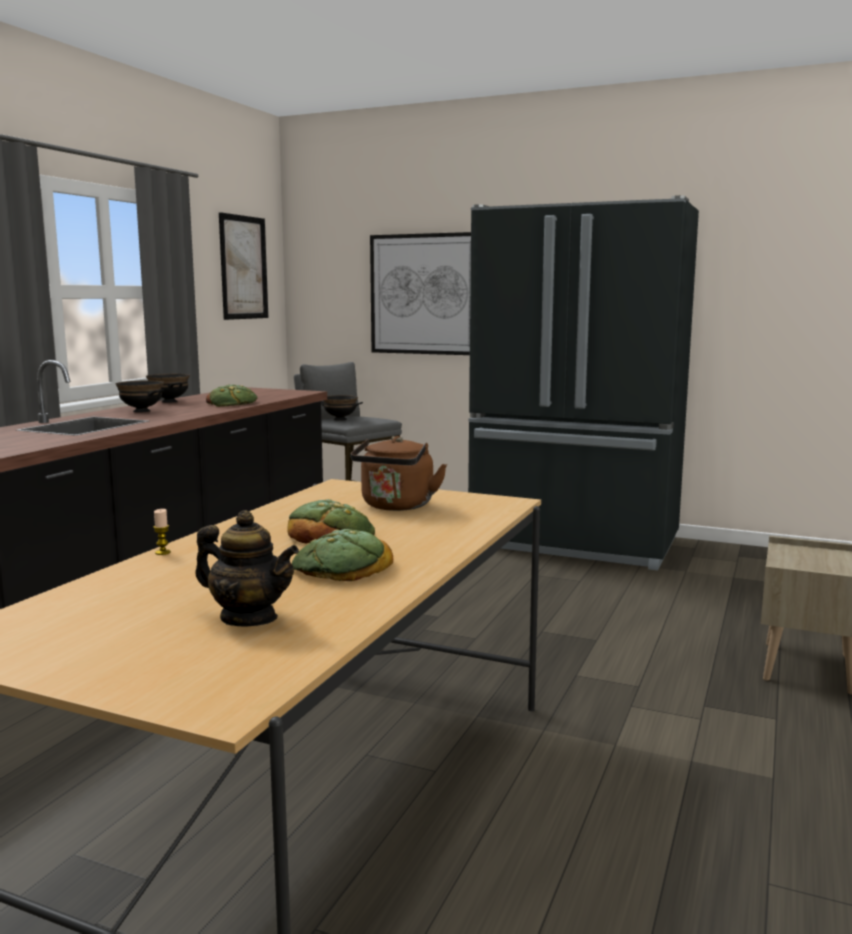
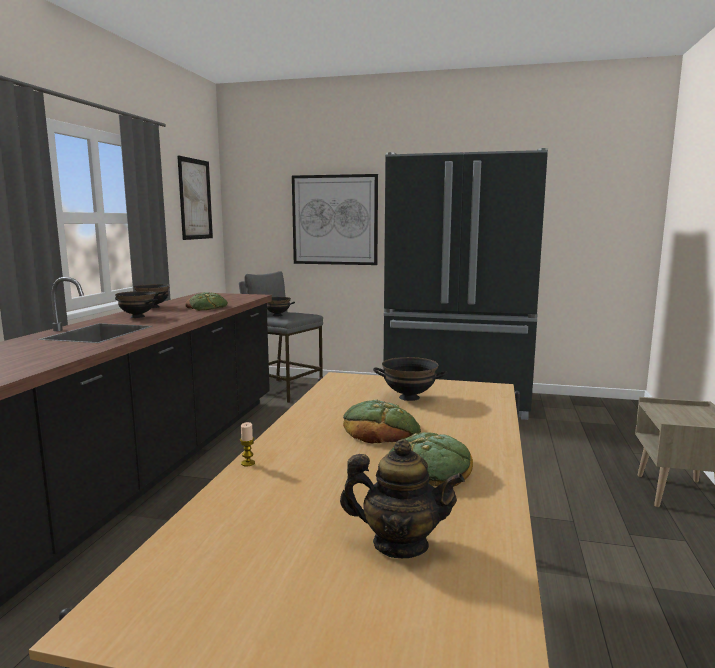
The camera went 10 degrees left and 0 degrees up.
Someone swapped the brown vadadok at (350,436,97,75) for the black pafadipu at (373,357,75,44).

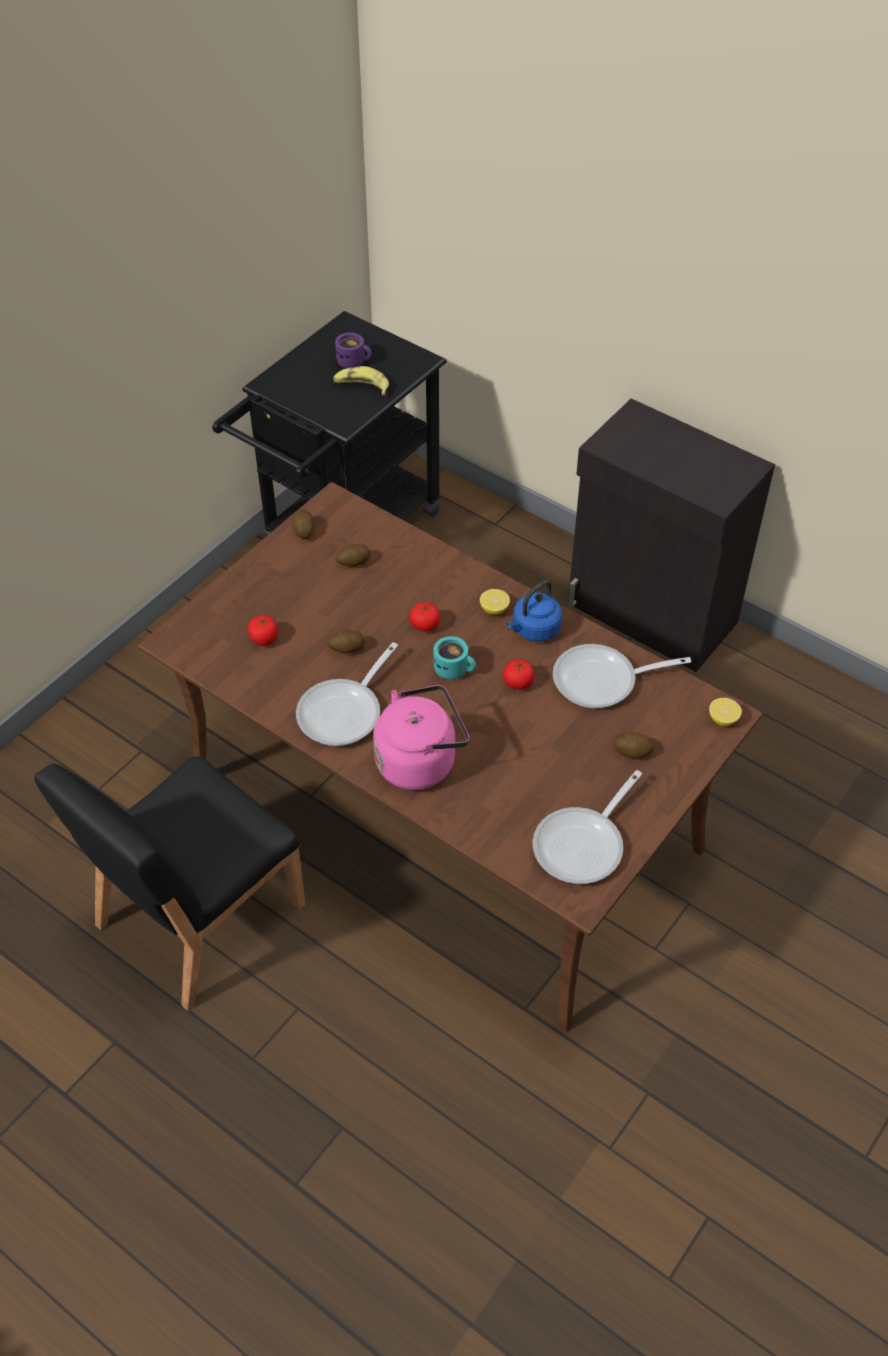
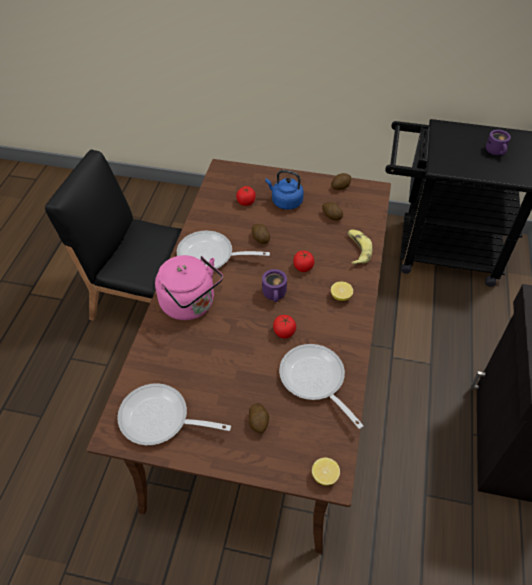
The camera went 65 degrees right and 0 degrees up.
Someone carried the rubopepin from (333,366,56,29) to (347,230,26,35).
Someone carried the blue vadadok from (507,580,55,61) to (265,170,39,40).
Someone repainted the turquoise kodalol at (433,636,43,44), which became the purple kodalol at (262,269,25,33).

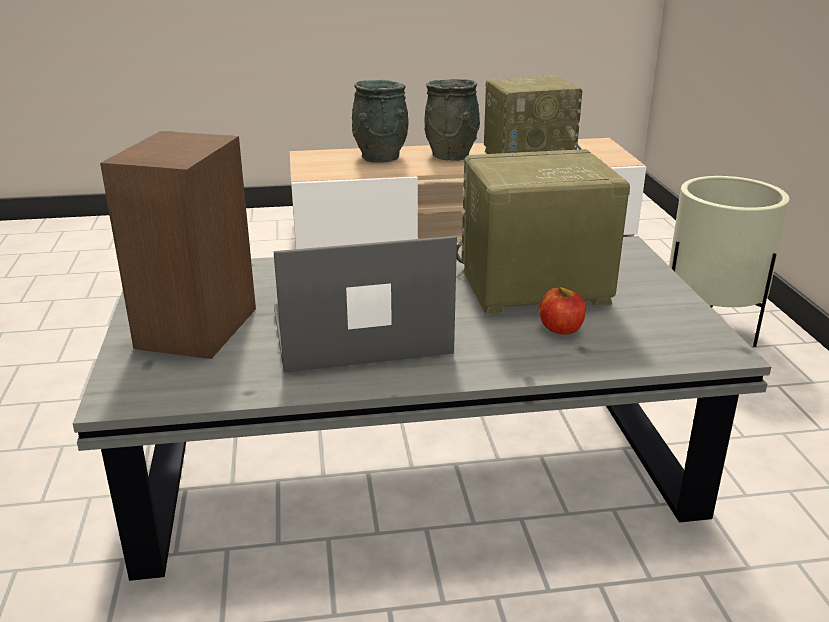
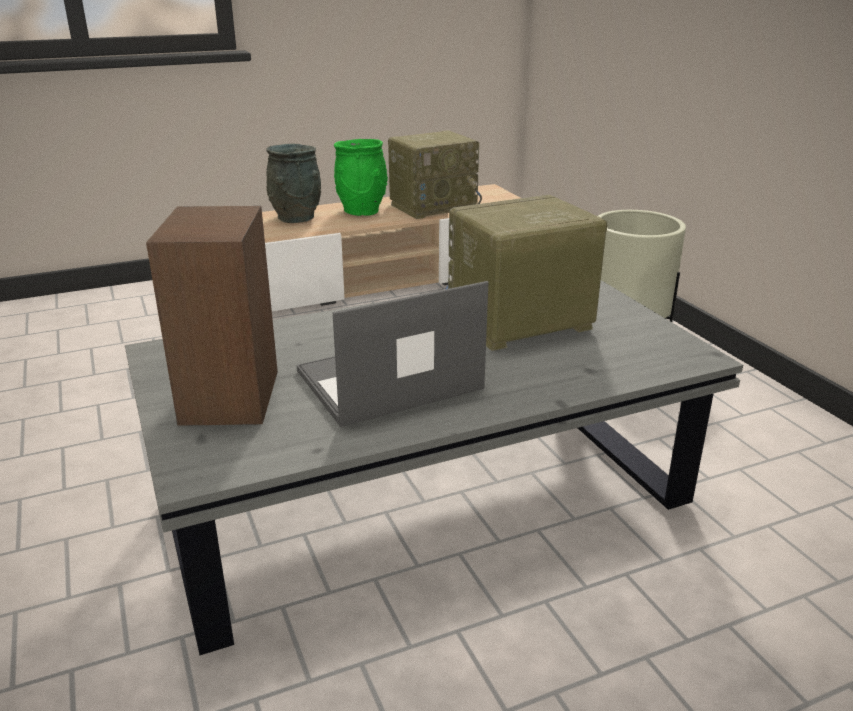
The camera went 15 degrees left and 0 degrees up.
Someone took away the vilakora at (539,287,47,48).
Someone repainted the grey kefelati at (424,79,56,82), which became the green kefelati at (334,139,54,77).

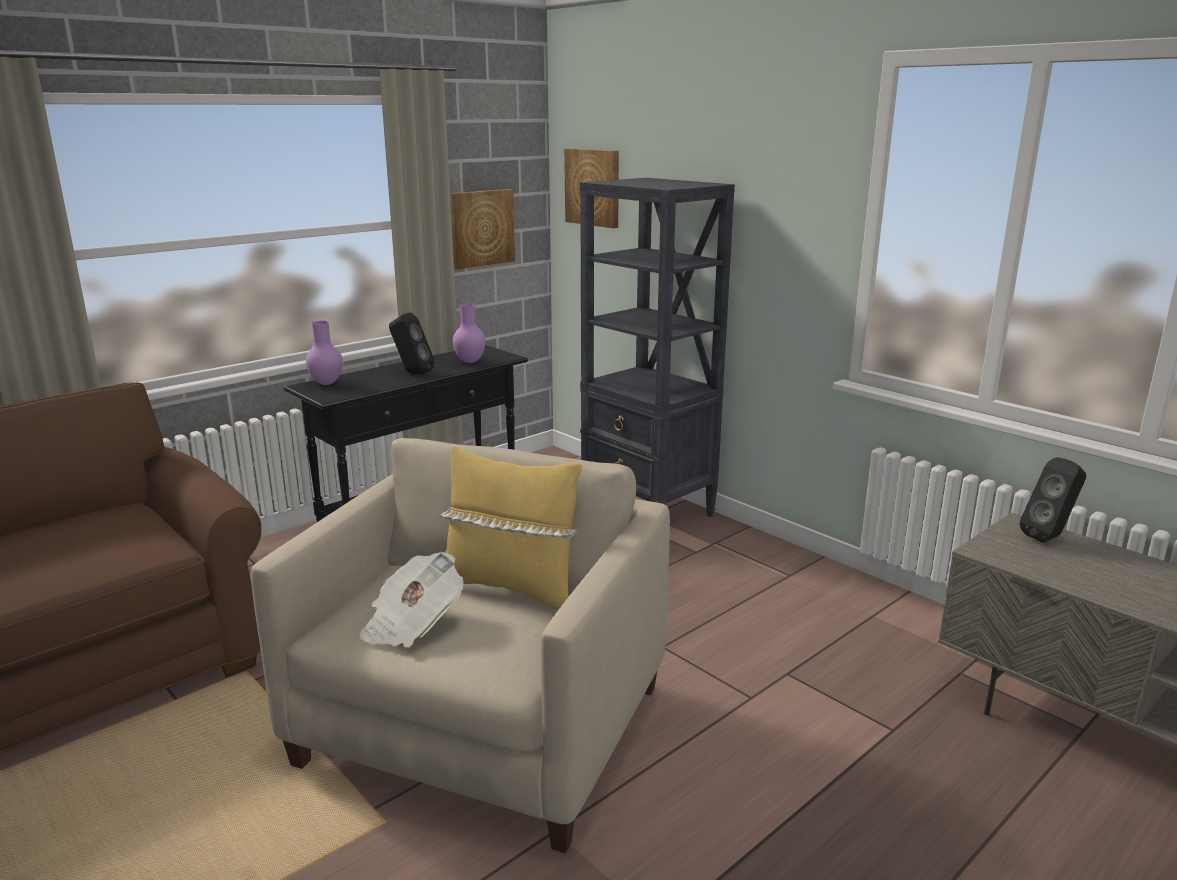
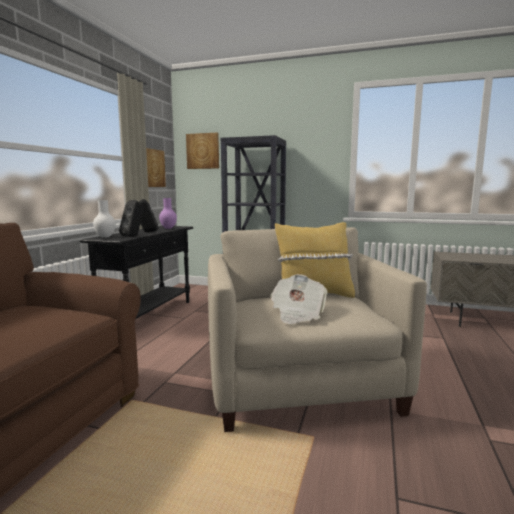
The camera went 30 degrees left and 10 degrees down.
Someone carried the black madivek from (1020,457,66,86) to (119,200,25,37).
Someone repainted the purple kefelati at (306,321,37,64), which became the white kefelati at (93,200,23,38).

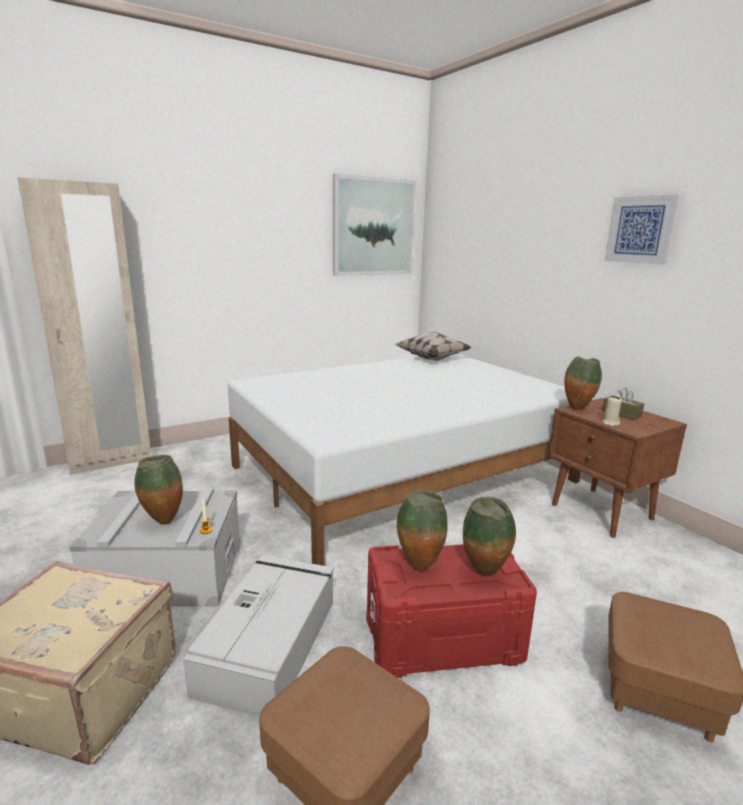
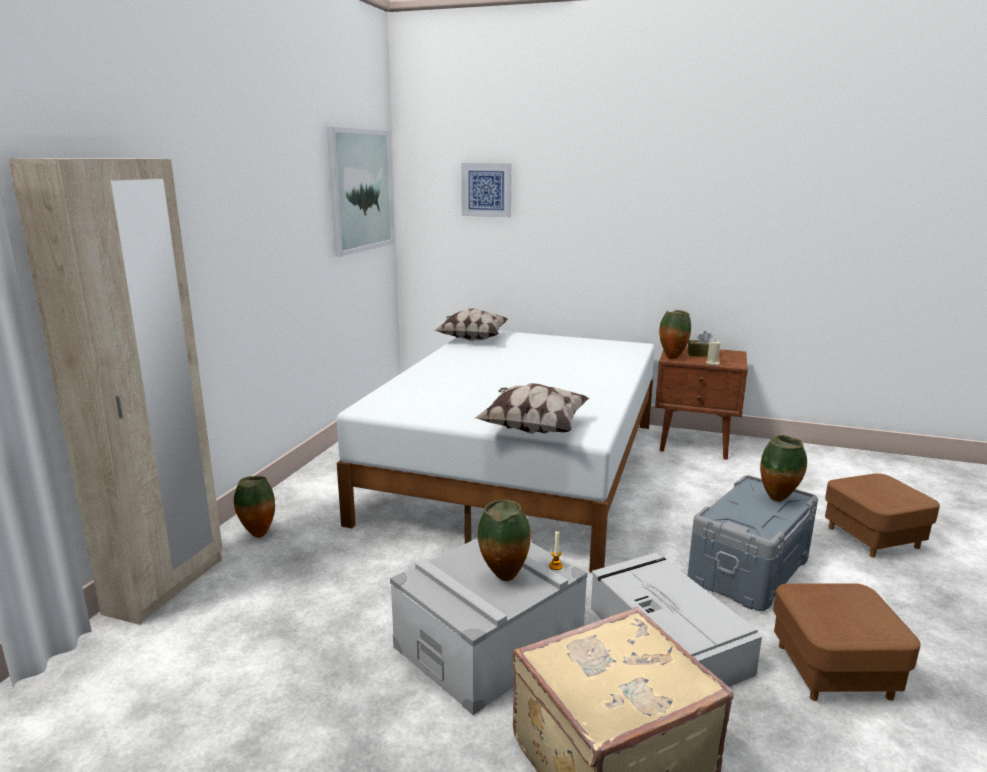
The camera went 40 degrees left and 0 degrees up.
Someone put down the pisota at (475,383,114,51).
Someone carried the kefelati from (397,490,51,81) to (234,476,41,62).
Someone carried the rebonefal from (604,194,75,71) to (461,163,51,54).
Someone repainted the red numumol at (366,544,171,134), which became the grey numumol at (687,475,131,136).

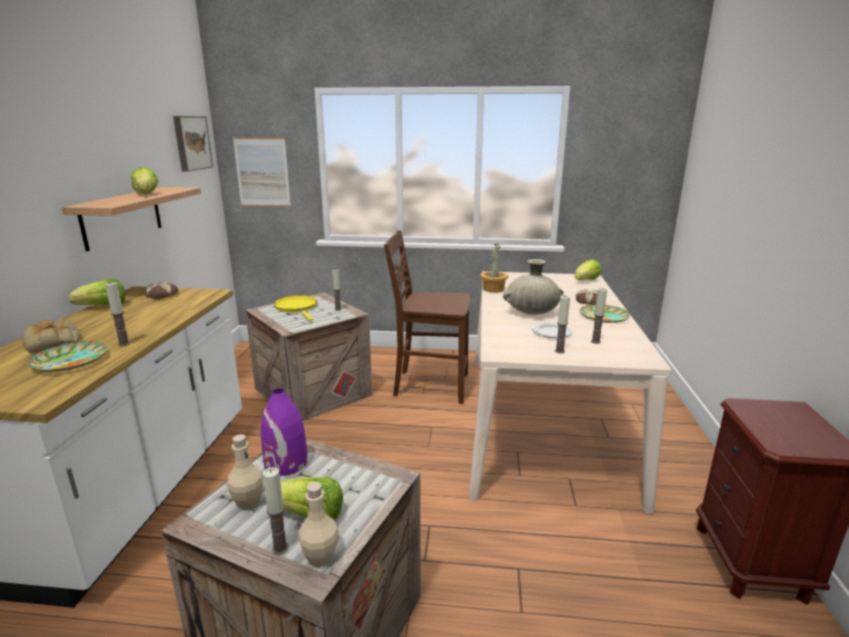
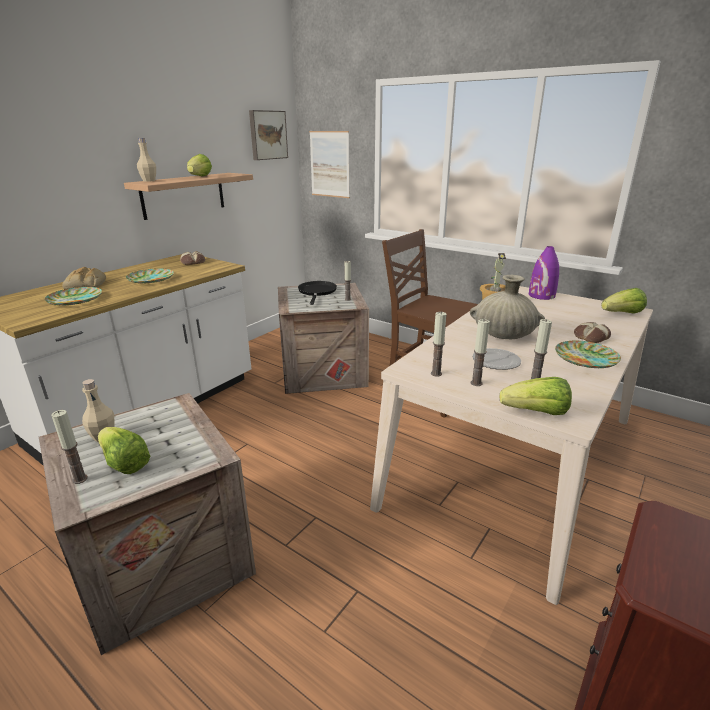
The camera went 30 degrees right and 5 degrees up.
Someone put down the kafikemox at (126,268,48,15).
Someone carried the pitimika from (69,278,56,27) to (500,377,72,38).
Someone carried the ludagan from (105,281,25,65) to (431,311,16,66).
Someone carried the purple kefelati from (261,388,47,88) to (529,246,30,54).
Someone carried the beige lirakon from (298,482,41,85) to (137,138,19,44).
Someone repainted the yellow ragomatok at (274,295,43,26), which became the black ragomatok at (298,281,39,24).

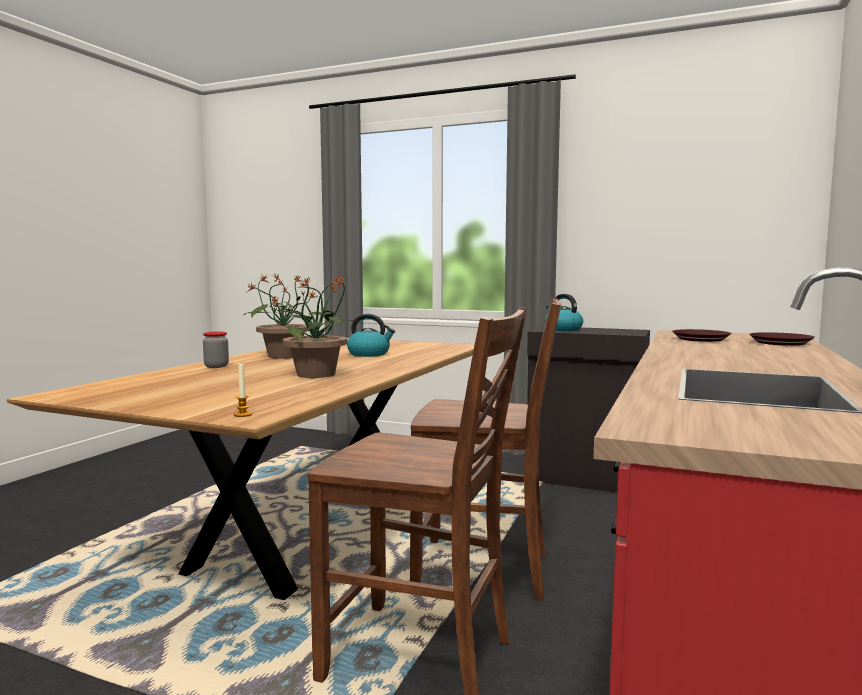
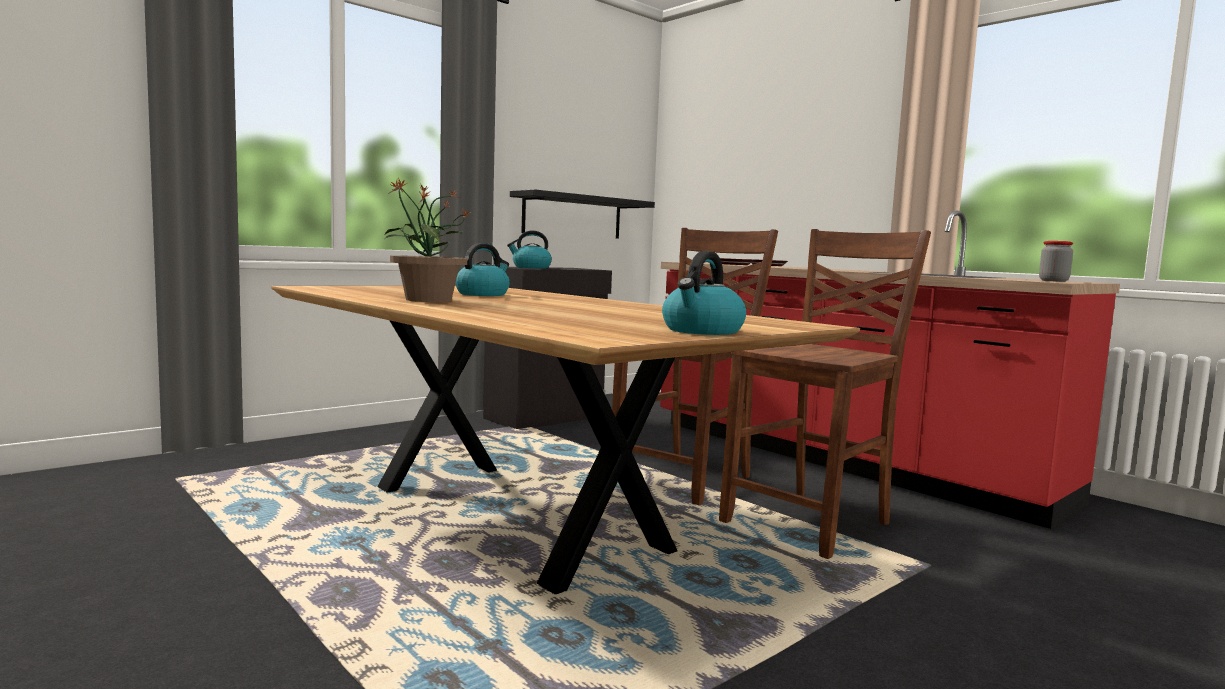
The camera went 65 degrees left and 0 degrees up.
Someone took away the ludagan at (234,364,18,53).
Someone took away the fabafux at (271,275,89,103).
Someone put up the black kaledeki at (510,189,145,50).
Someone put down the vadadok at (662,251,84,84).
Someone carried the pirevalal from (203,331,26,37) to (1039,241,34,41).

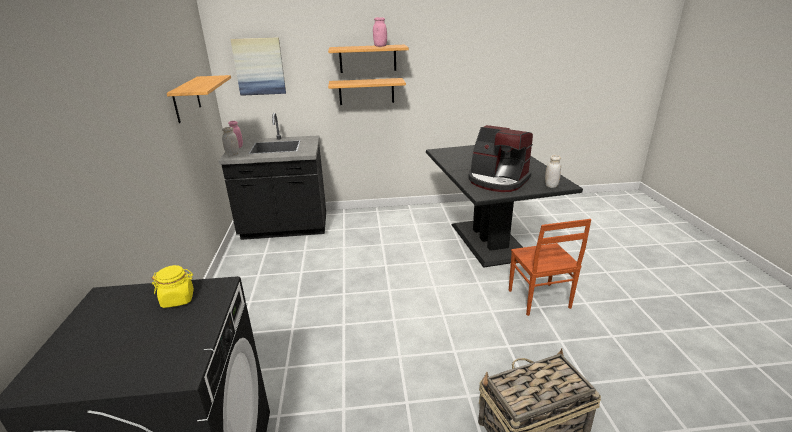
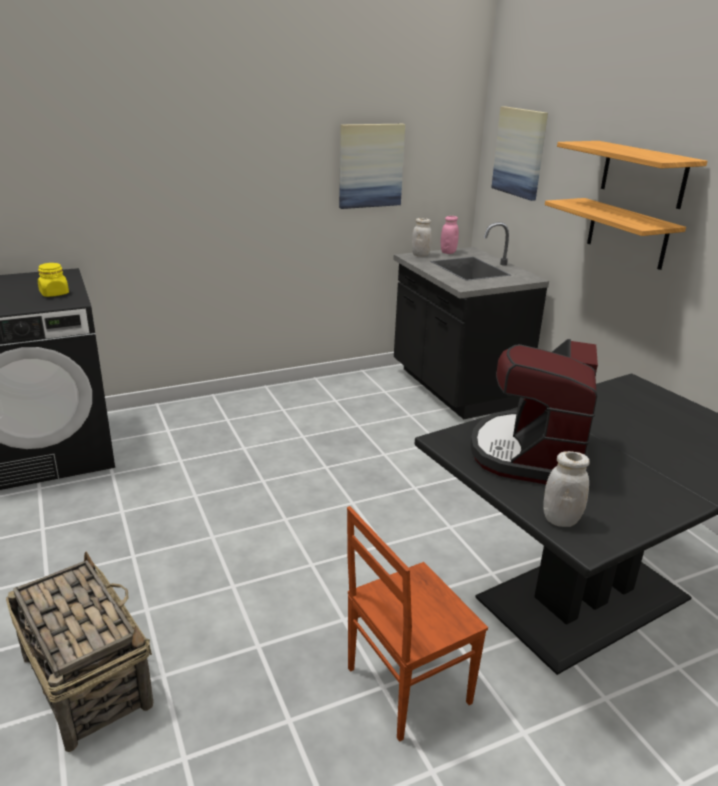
The camera went 70 degrees right and 0 degrees up.
Someone took away the pink pirevalal at (373,17,14,30).
Someone swapped the kaledeki at (167,75,64,48) for the rebonefal at (339,124,66,85).

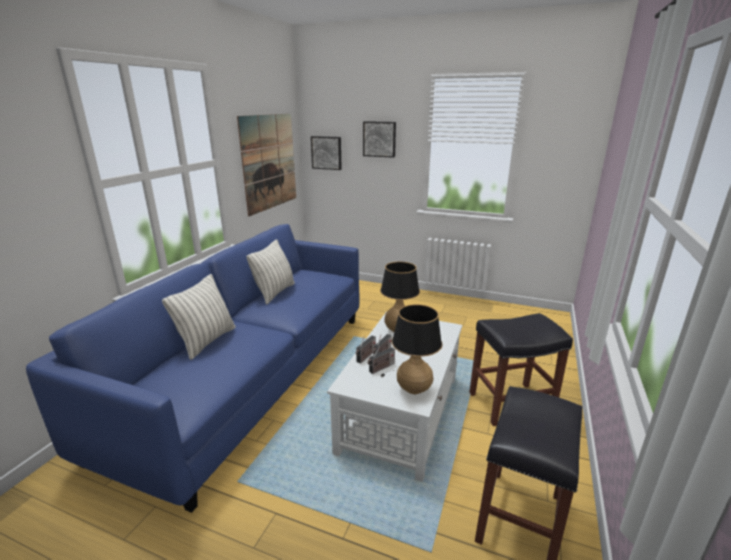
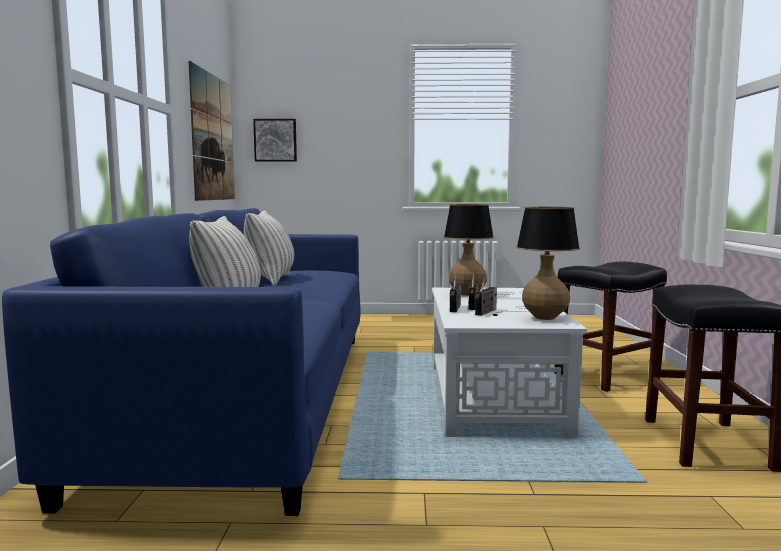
The camera went 20 degrees left and 15 degrees down.
Someone took away the rebonefal at (363,121,33,37).

